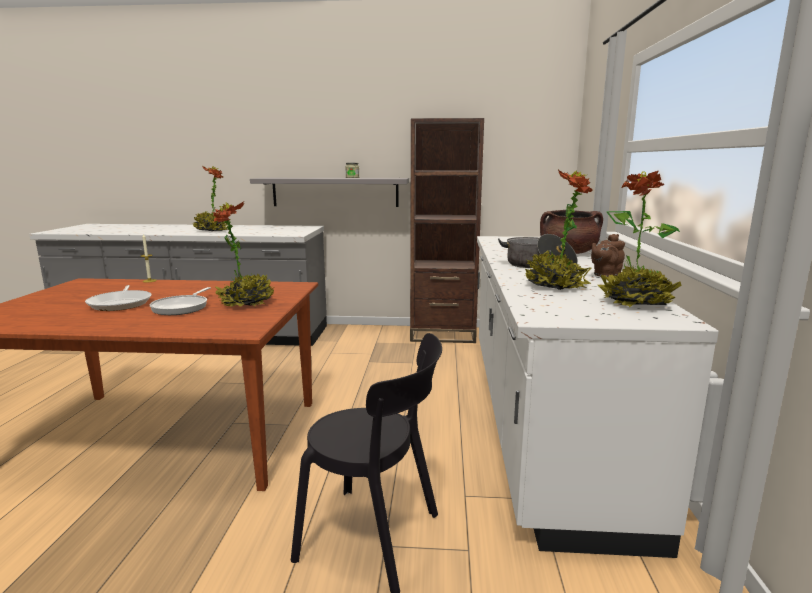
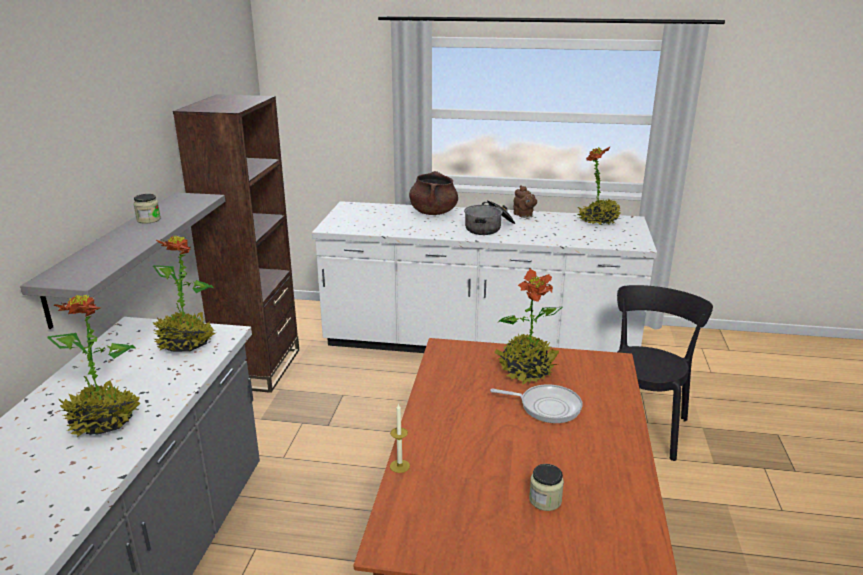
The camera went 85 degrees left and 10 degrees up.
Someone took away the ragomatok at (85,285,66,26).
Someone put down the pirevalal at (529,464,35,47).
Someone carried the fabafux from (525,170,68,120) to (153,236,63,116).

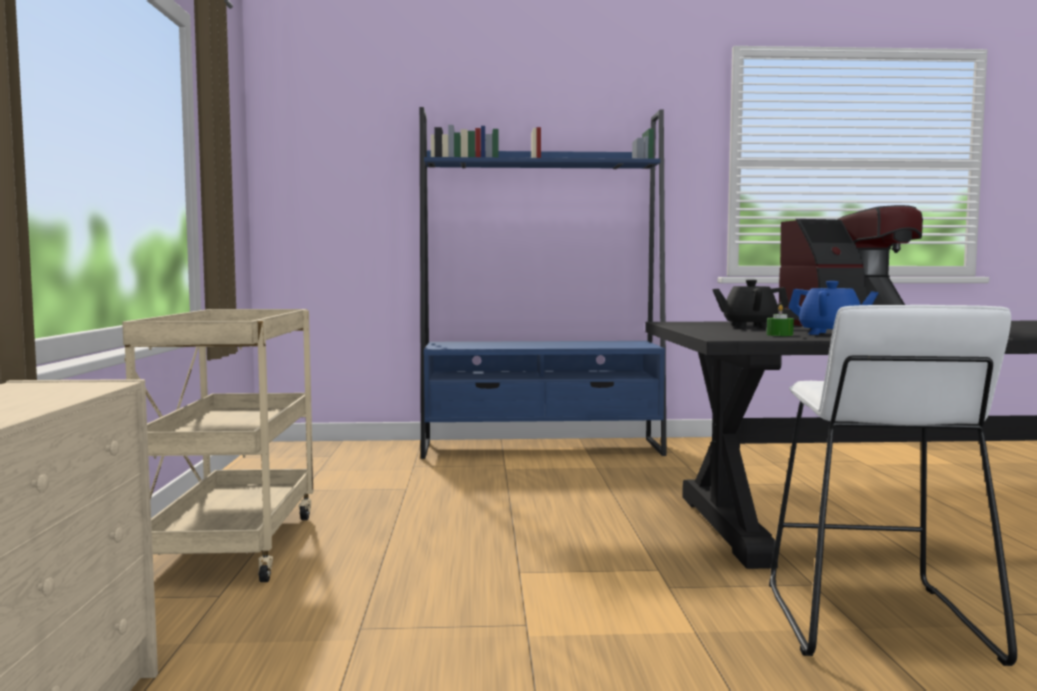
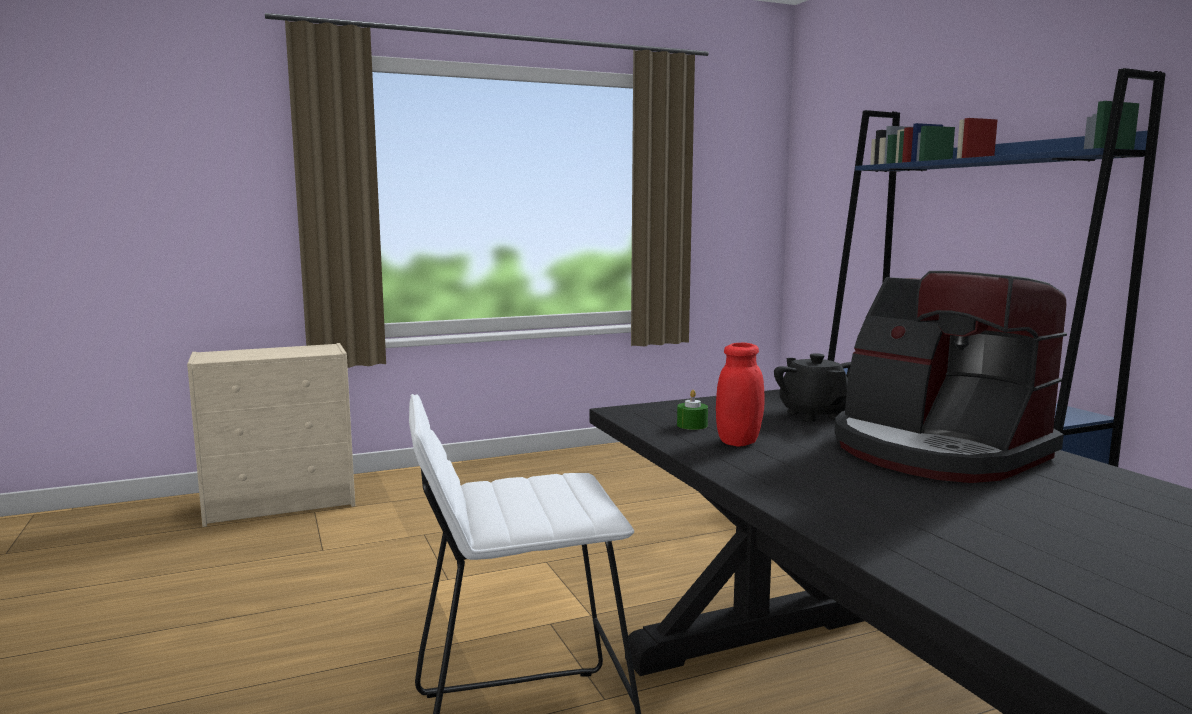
The camera went 70 degrees right and 5 degrees up.
Someone took away the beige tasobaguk at (122,309,191,273).
Someone swapped the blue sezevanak at (788,281,91,54) for the red pirevalal at (716,343,49,104).

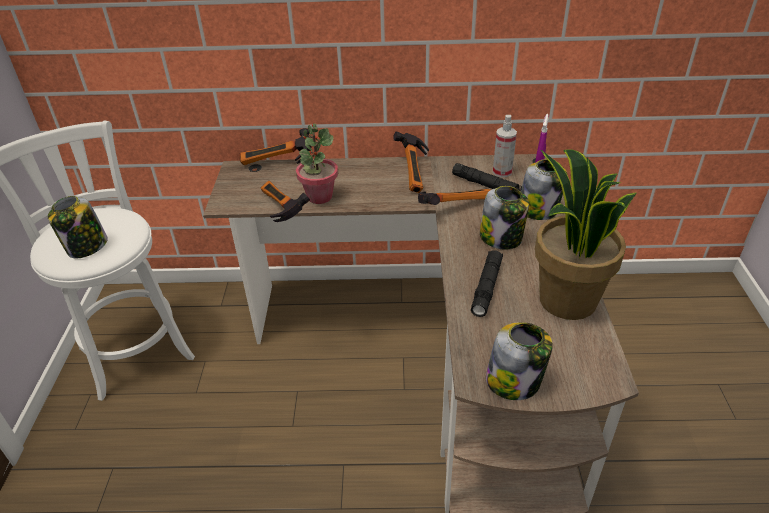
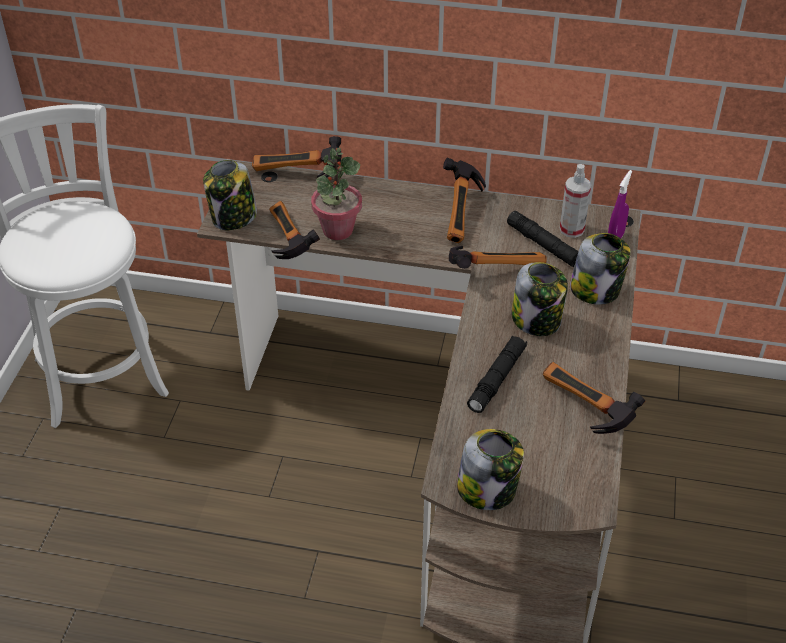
The camera went 10 degrees right and 5 degrees up.
Someone carried the pirevalal from (48,196,60,62) to (203,160,54,70).
Someone swapped the fabafux at (535,150,102,170) for the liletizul at (543,362,102,72).

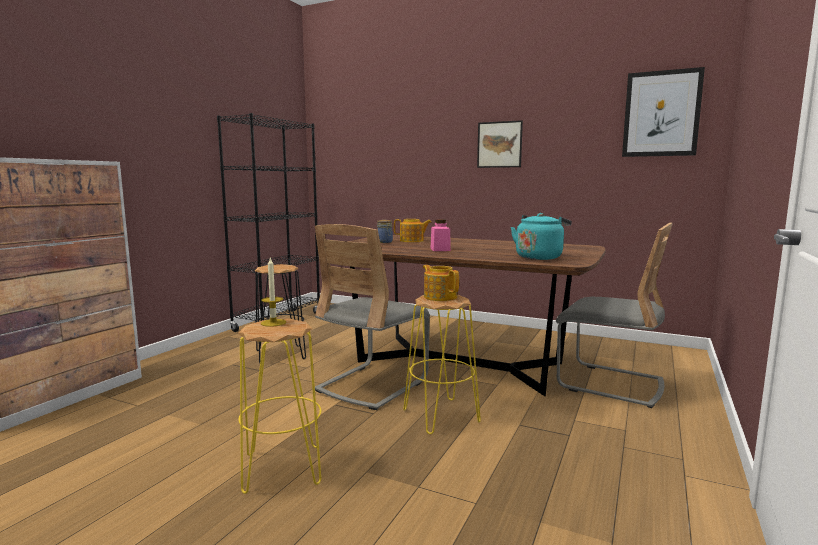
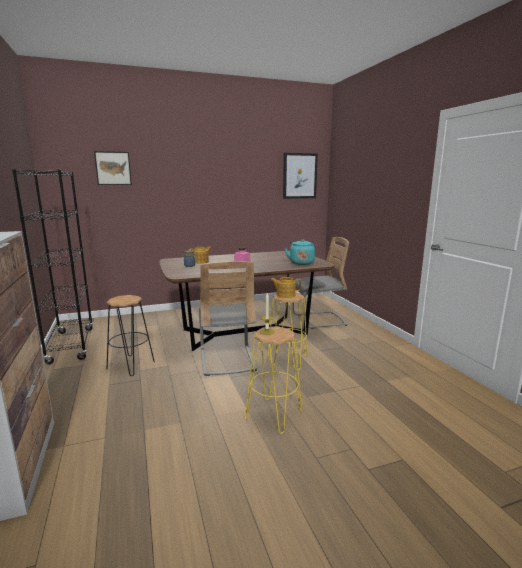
The camera went 45 degrees left and 5 degrees up.
Someone carried the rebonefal from (477,120,46,48) to (94,151,38,34).

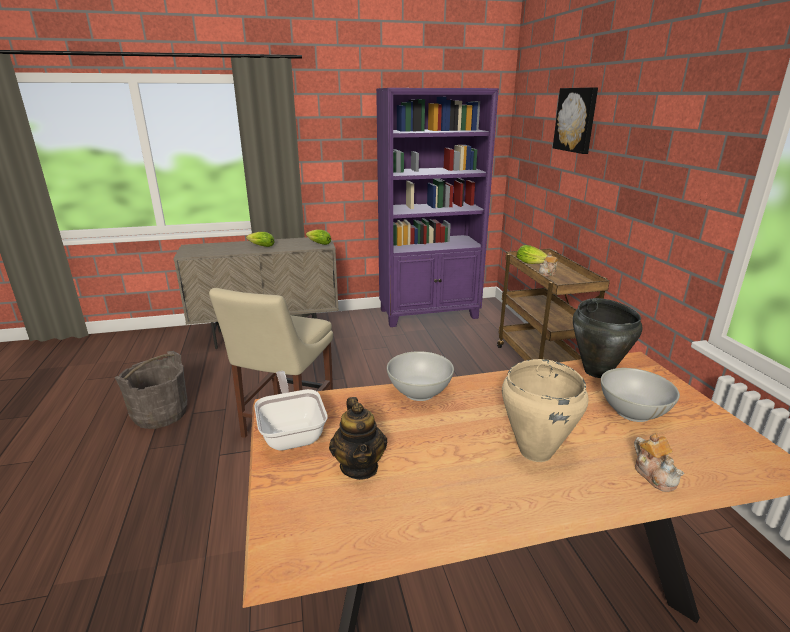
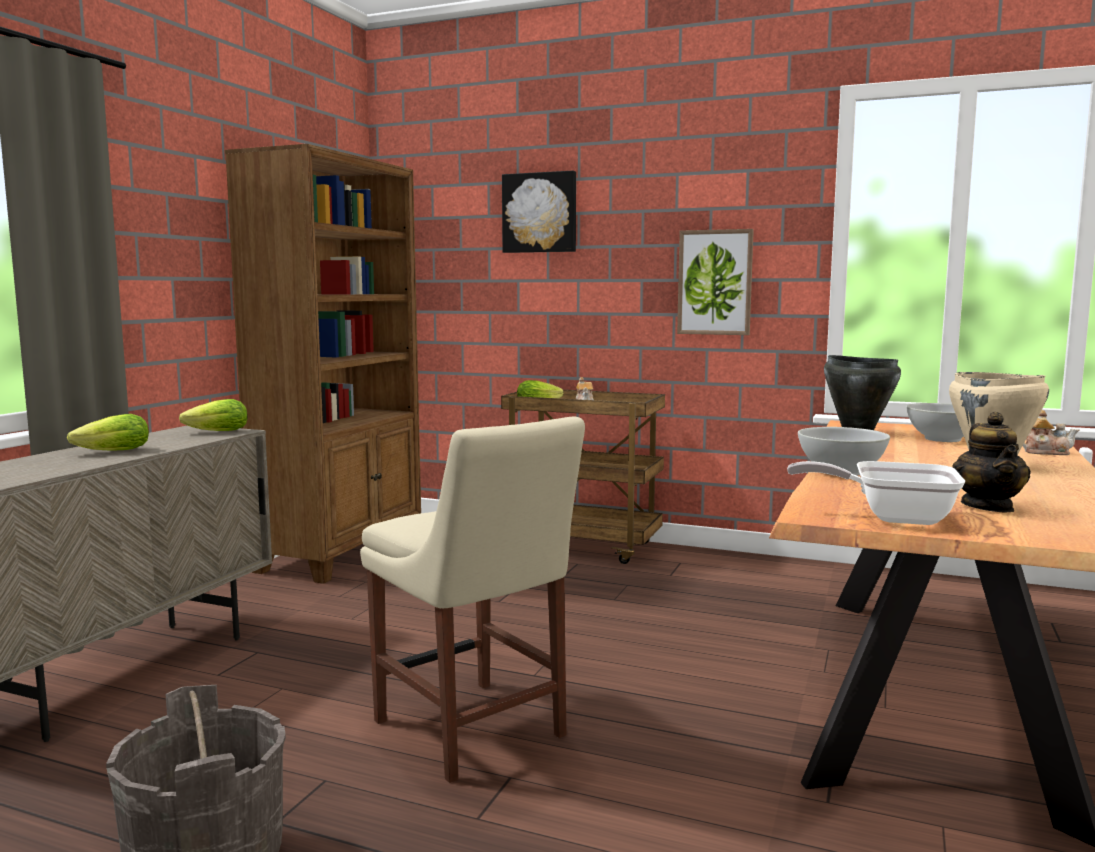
The camera went 55 degrees left and 15 degrees down.
Someone put up the rebonefal at (677,229,77,106).
Someone repainted the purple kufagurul at (376,88,123,239), which became the brown kufagurul at (225,144,196,440).
Someone rotated the sezevanak at (329,397,58,83) by 75 degrees clockwise.

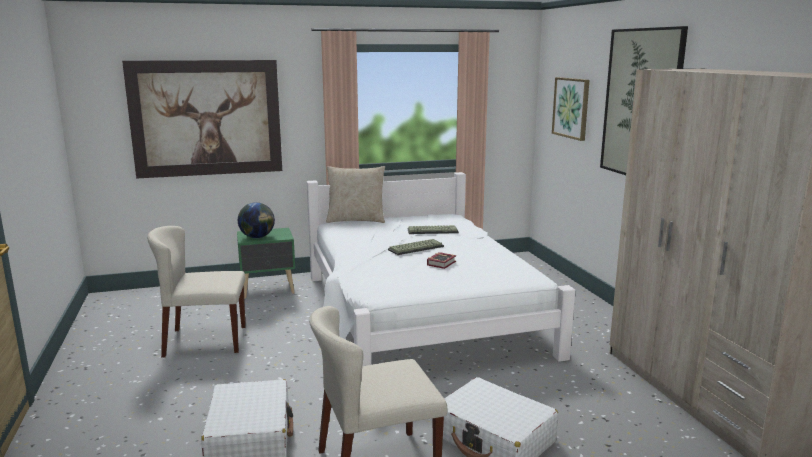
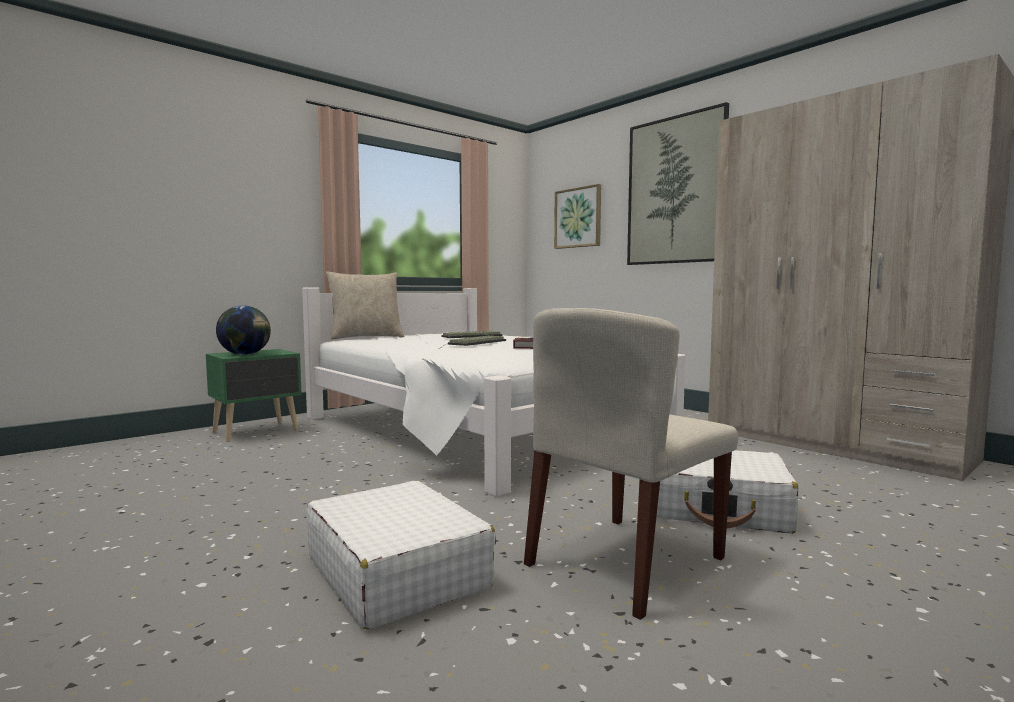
The camera went 25 degrees left and 10 degrees down.
Someone took away the rebonefal at (122,60,160,119).
Someone took away the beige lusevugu at (147,226,99,131).

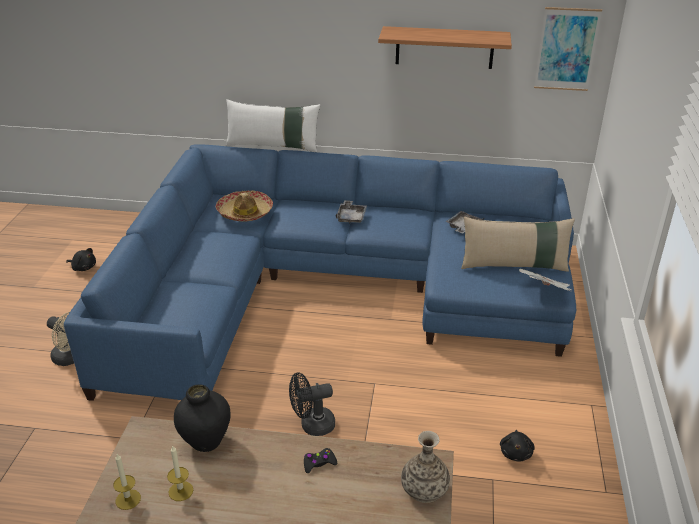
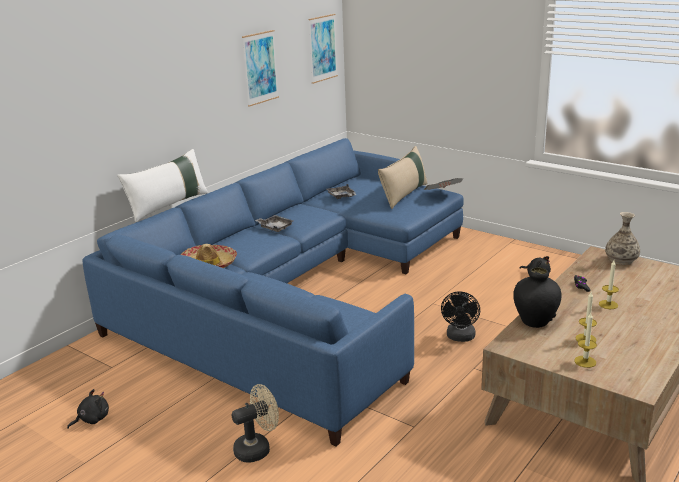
The camera went 60 degrees left and 10 degrees down.
Someone put down the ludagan at (599,260,20,49).
Someone swapped the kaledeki at (378,26,134,43) for the rebonefal at (242,30,37,77).

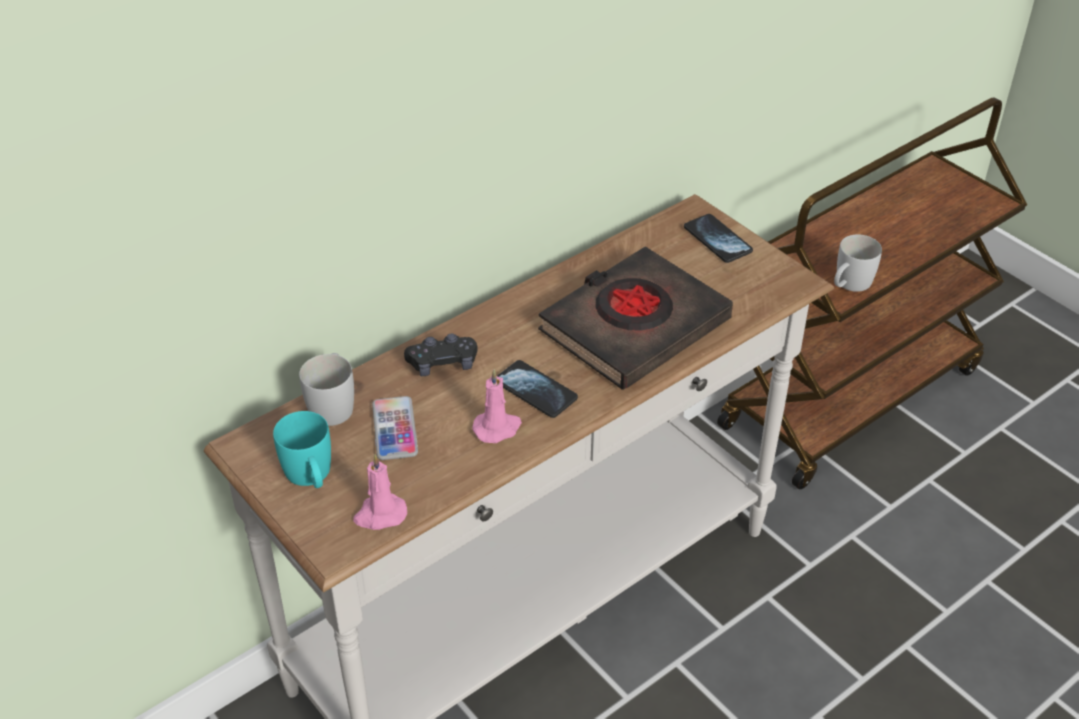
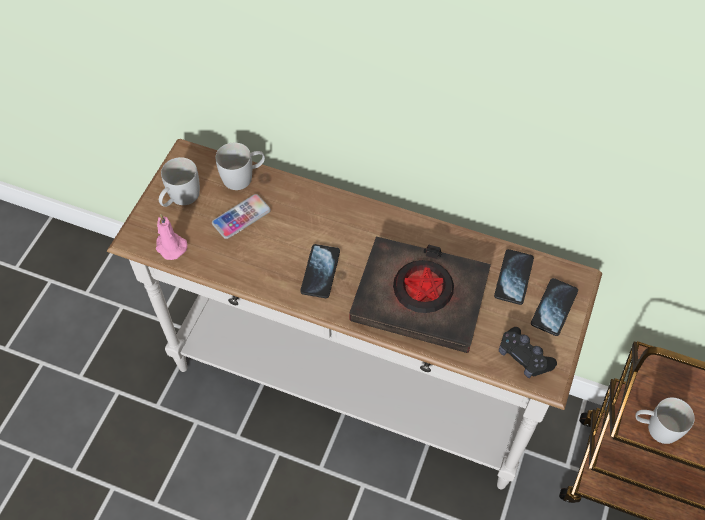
The camera went 60 degrees right and 15 degrees up.
Someone took away the pink ludagan at (472,369,50,74).
Someone put down the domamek at (494,249,40,56).
Someone carried the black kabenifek from (404,333,74,43) to (499,327,58,51).
Someone repainted the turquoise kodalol at (273,411,58,77), which became the white kodalol at (159,157,41,50).

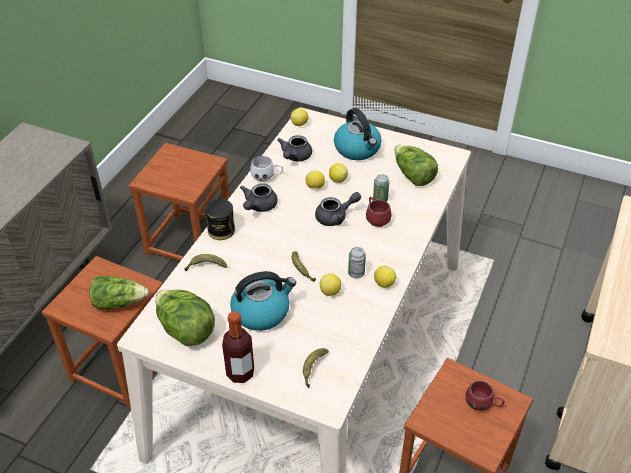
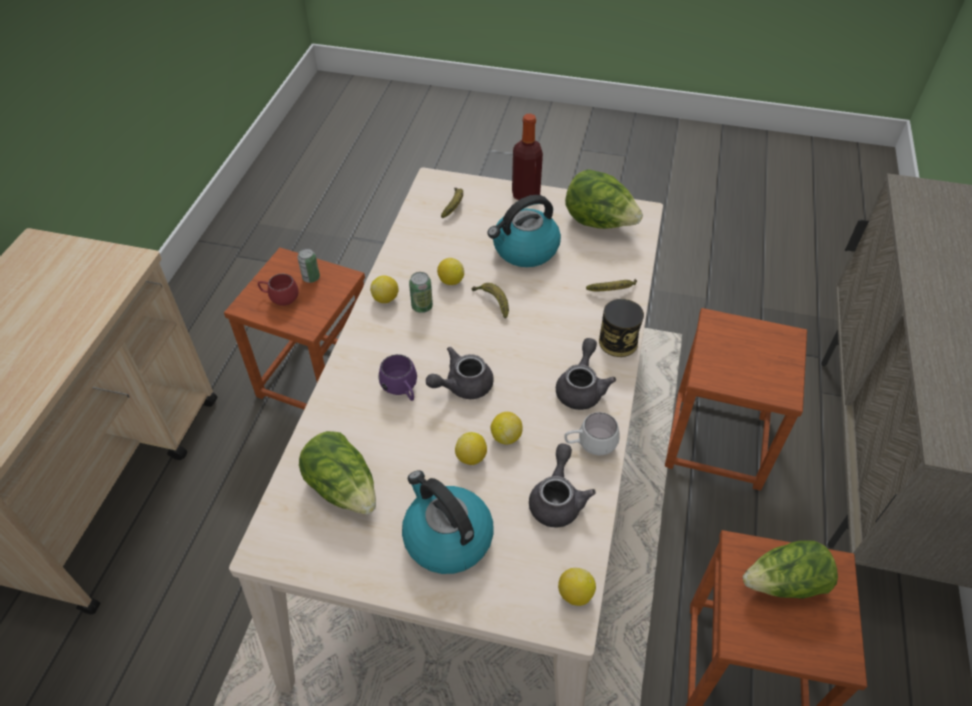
The camera went 170 degrees right and 5 degrees up.
Someone carried the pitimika from (89,276,60,34) to (743,540,95,59).
Someone carried the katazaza from (373,174,16,28) to (297,248,23,35).
Someone repainted the red kodalol at (366,197,26,30), which became the purple kodalol at (379,354,38,47).

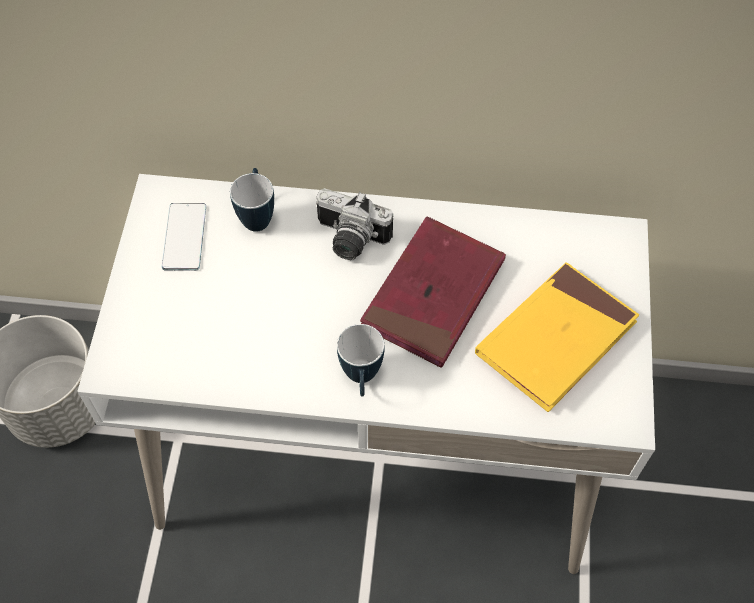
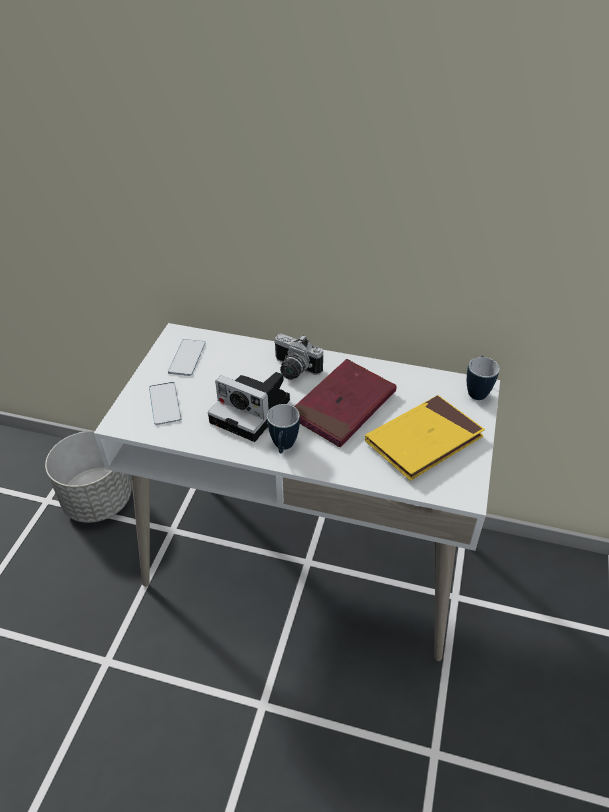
The camera went 10 degrees right and 15 degrees down.
Someone put down the domamek at (149,382,32,43).
Someone put down the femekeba at (208,372,82,70).
Someone carried the kodalol from (230,168,44,64) to (467,356,33,44).

